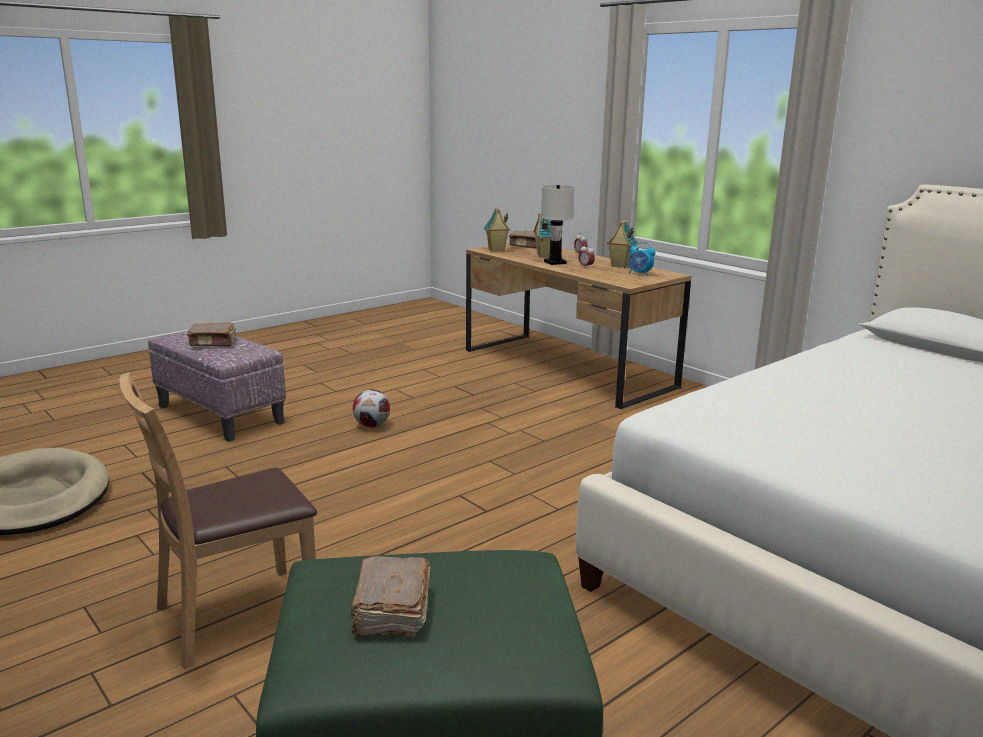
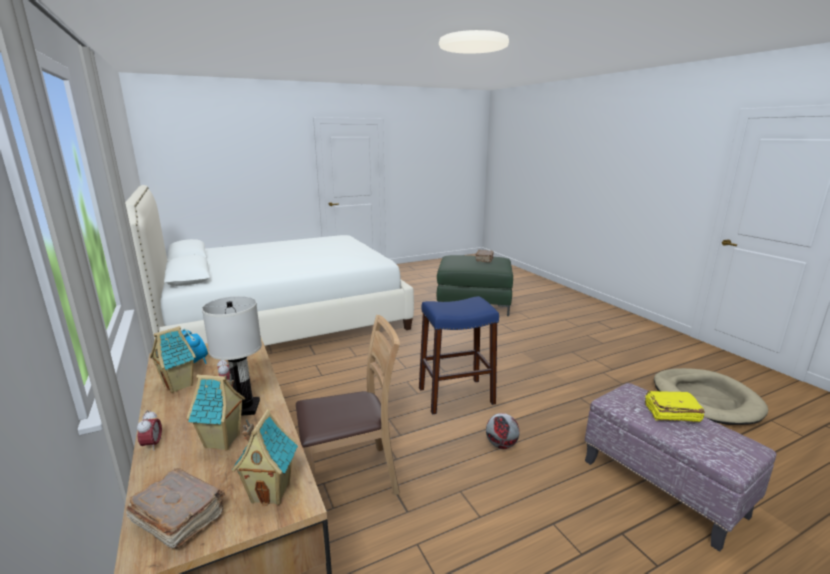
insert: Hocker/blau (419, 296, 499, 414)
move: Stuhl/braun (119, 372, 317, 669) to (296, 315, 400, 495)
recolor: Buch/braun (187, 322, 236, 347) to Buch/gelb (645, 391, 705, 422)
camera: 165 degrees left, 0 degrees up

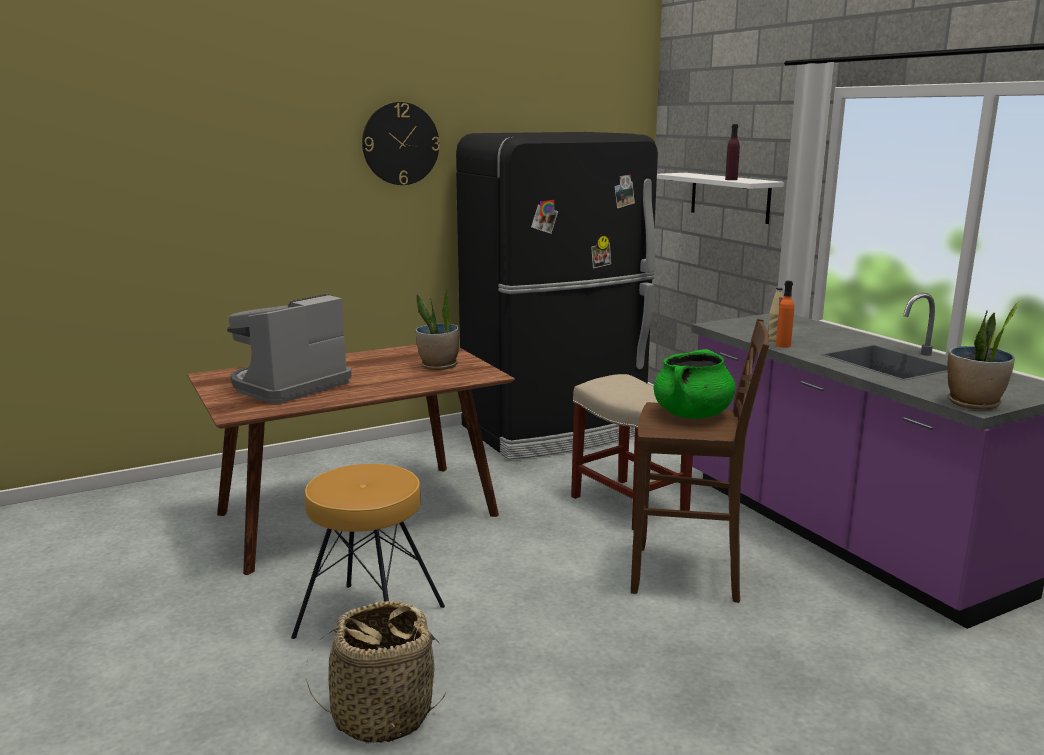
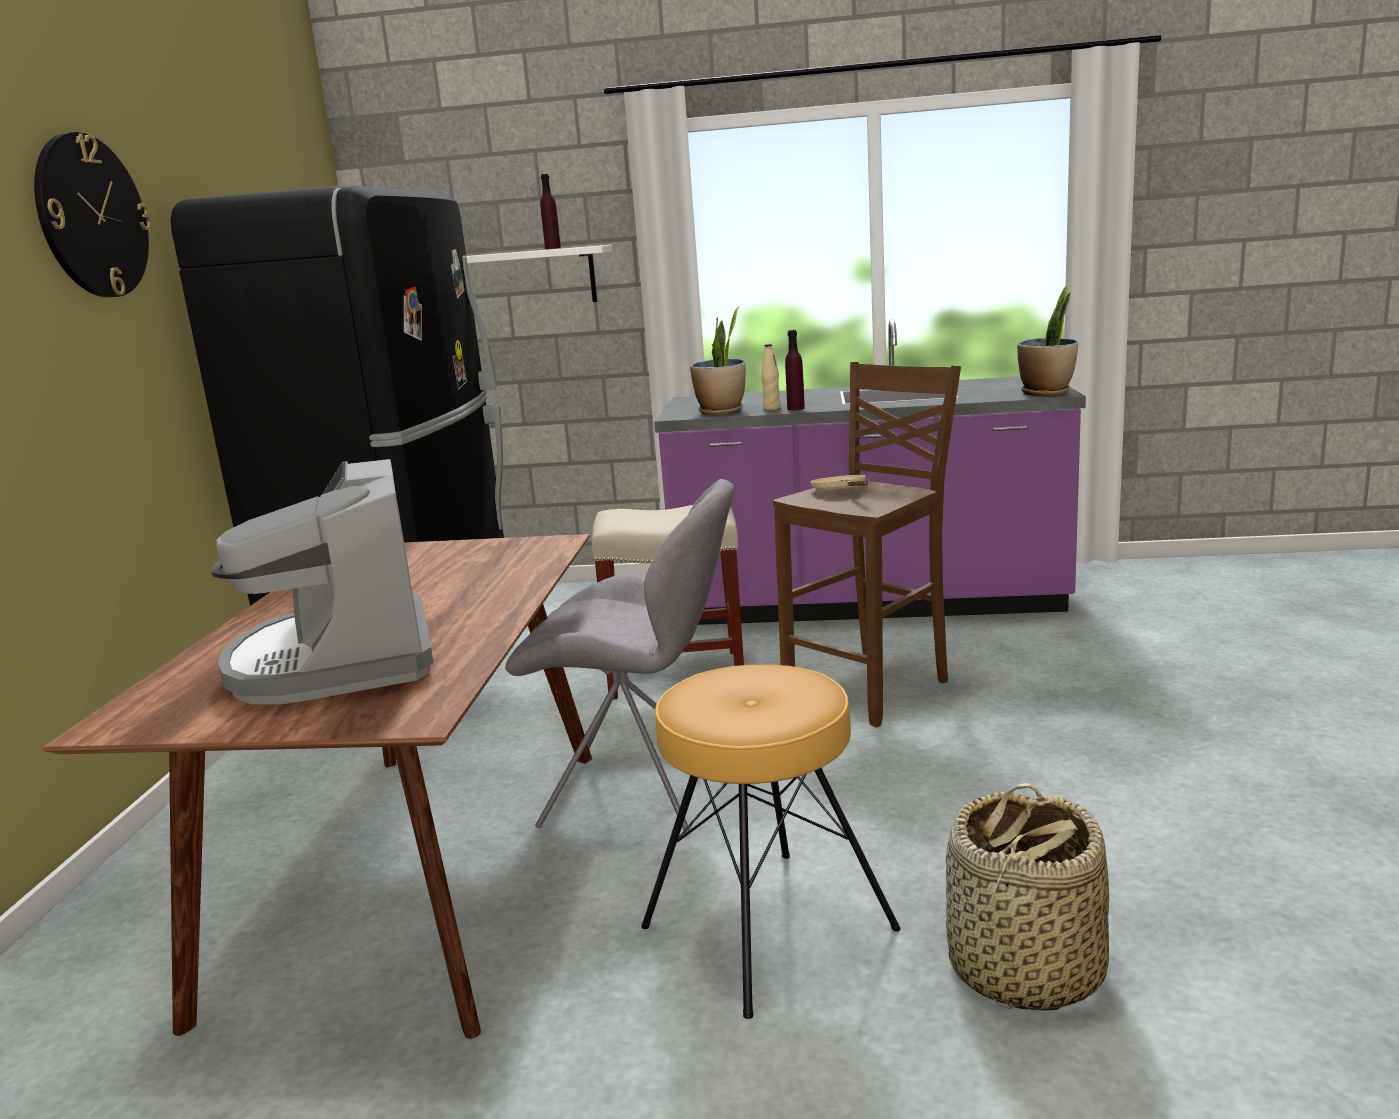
insert: Stuhl/grau (505, 479, 734, 835)
move: Topfpflanze (415, 291, 459, 370) to (690, 306, 746, 415)
replace: Kochtopf/grün (654, 349, 736, 419) to Pfanne/beige (810, 475, 868, 490)
recolor: Flasche/orange (776, 281, 794, 348) to Flasche/lila (785, 330, 805, 410)
camera: 55 degrees left, 0 degrees up

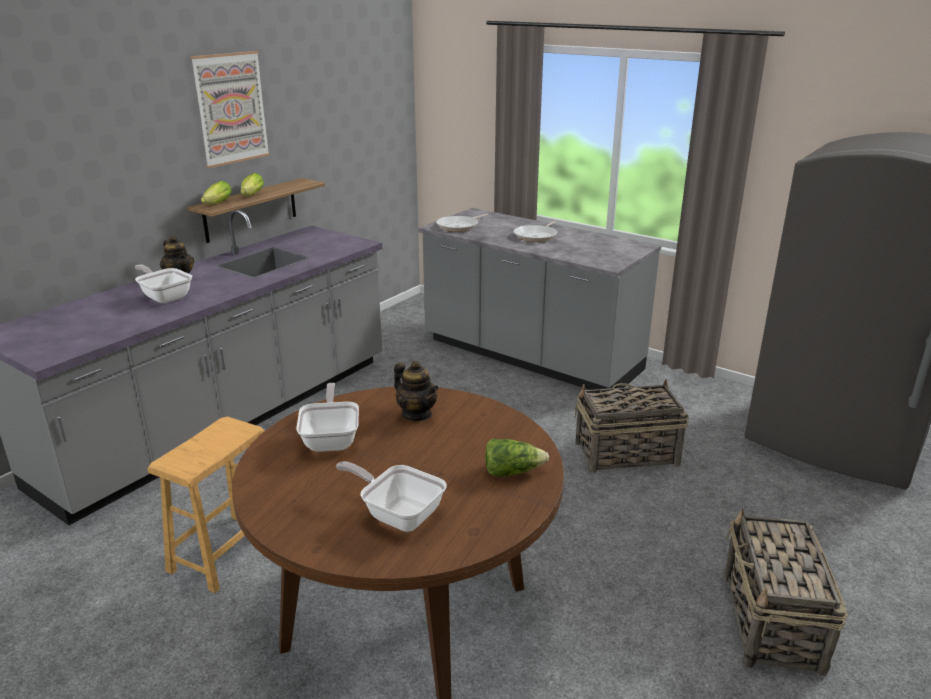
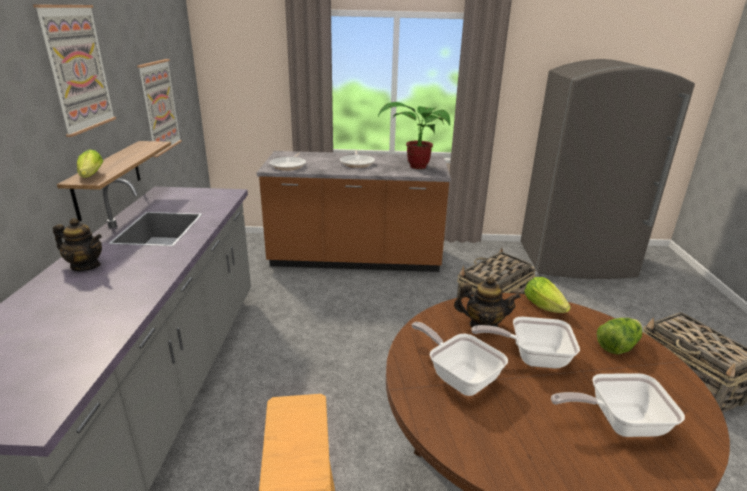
insert: Bild (137, 59, 182, 157); Topfpflanze (378, 102, 450, 169)
move: Pfanne (135, 265, 192, 304) to (472, 317, 580, 369); Salatkopf (241, 173, 264, 196) to (525, 277, 571, 313)
recolor: Küchenzeile/grau (418, 208, 662, 390) to Küchenzeile/braun (257, 151, 451, 272)
camera: 35 degrees left, 0 degrees up

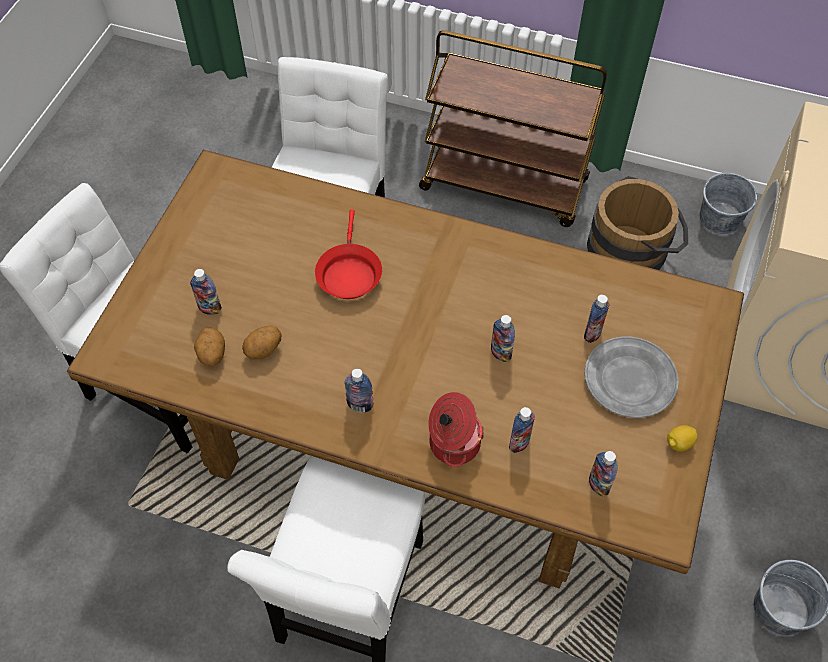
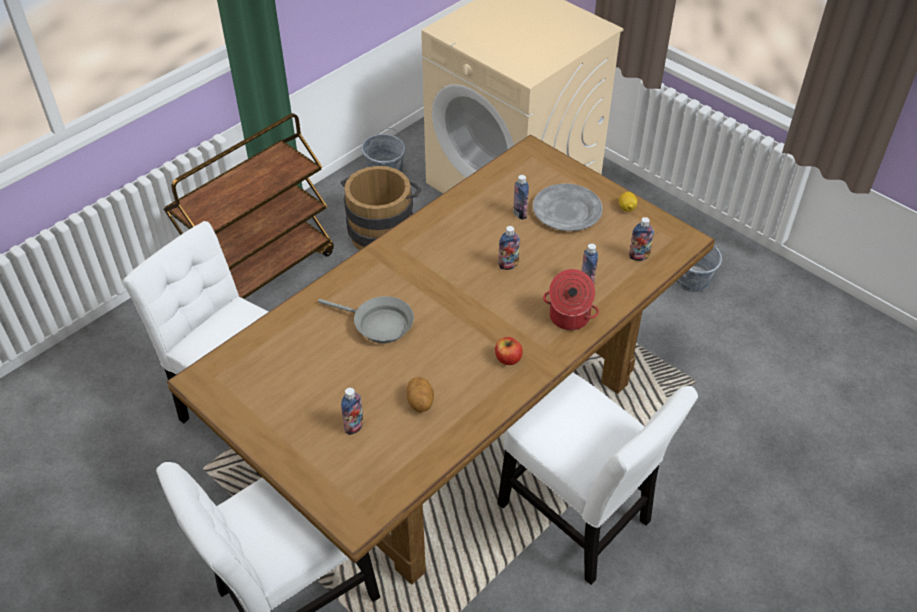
delete: Kartoffel (194, 327, 225, 366)
replace: Flasche (344, 369, 374, 412) to Apfel (495, 337, 522, 365)
recolor: Pfanne/rot (315, 209, 382, 299) to Pfanne/grau (318, 296, 414, 343)
camera: 65 degrees left, 10 degrees down

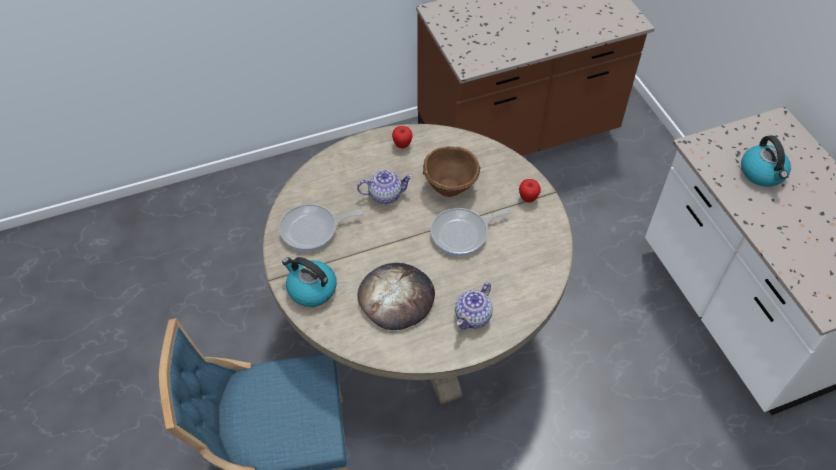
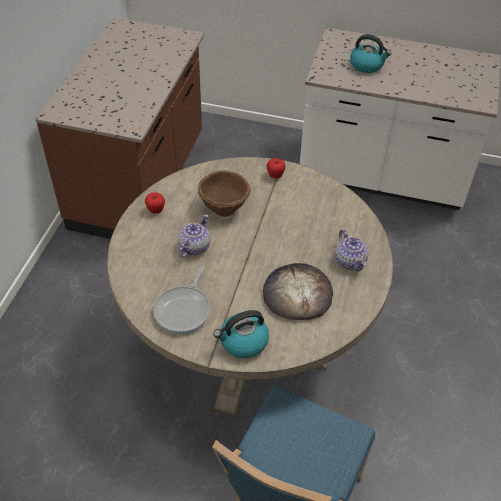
delete: Pfanne (430, 208, 511, 256)
camera: 55 degrees left, 5 degrees down

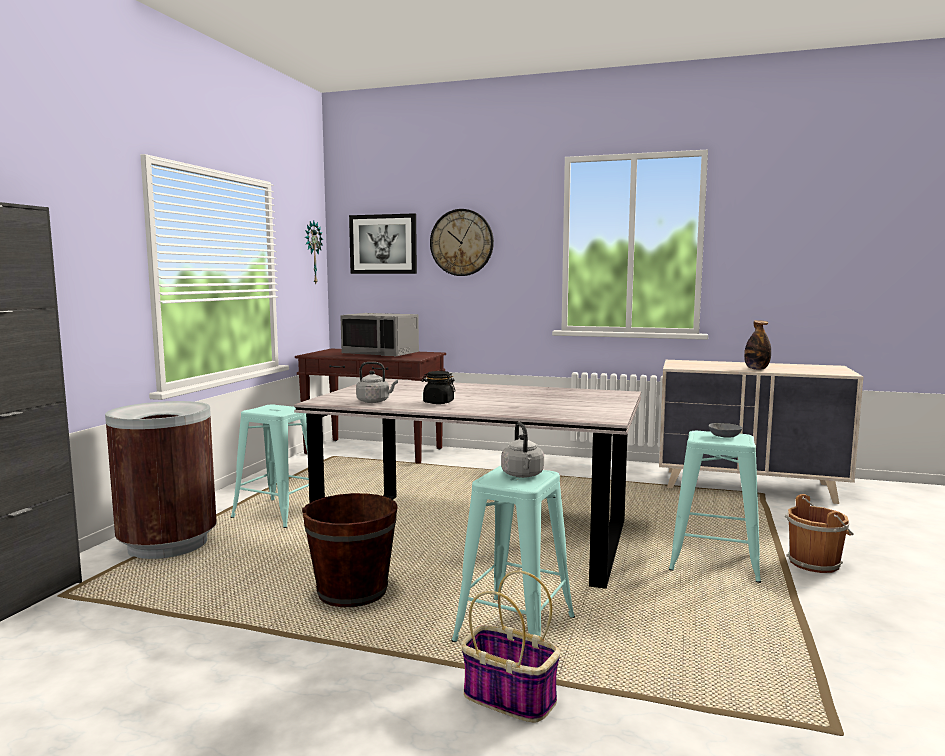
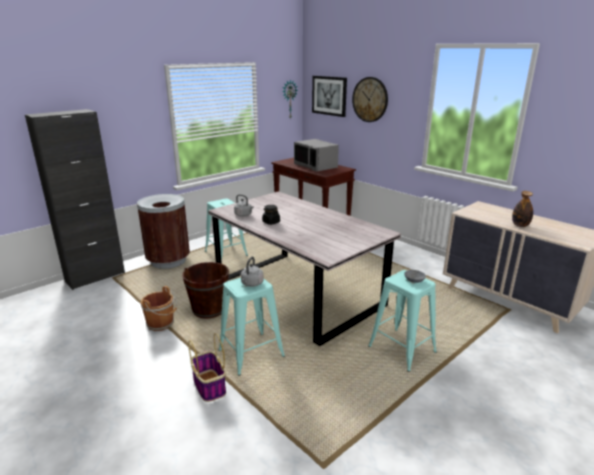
move: Eimer/braun (785, 494, 854, 573) to (141, 286, 177, 331)
camera: 30 degrees right, 15 degrees up

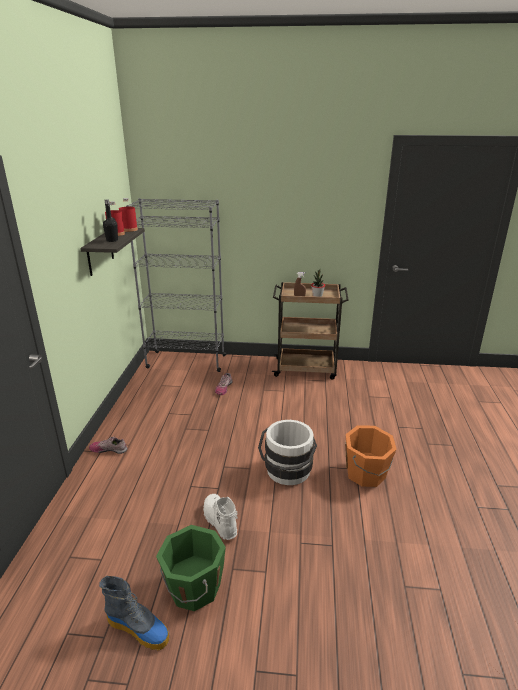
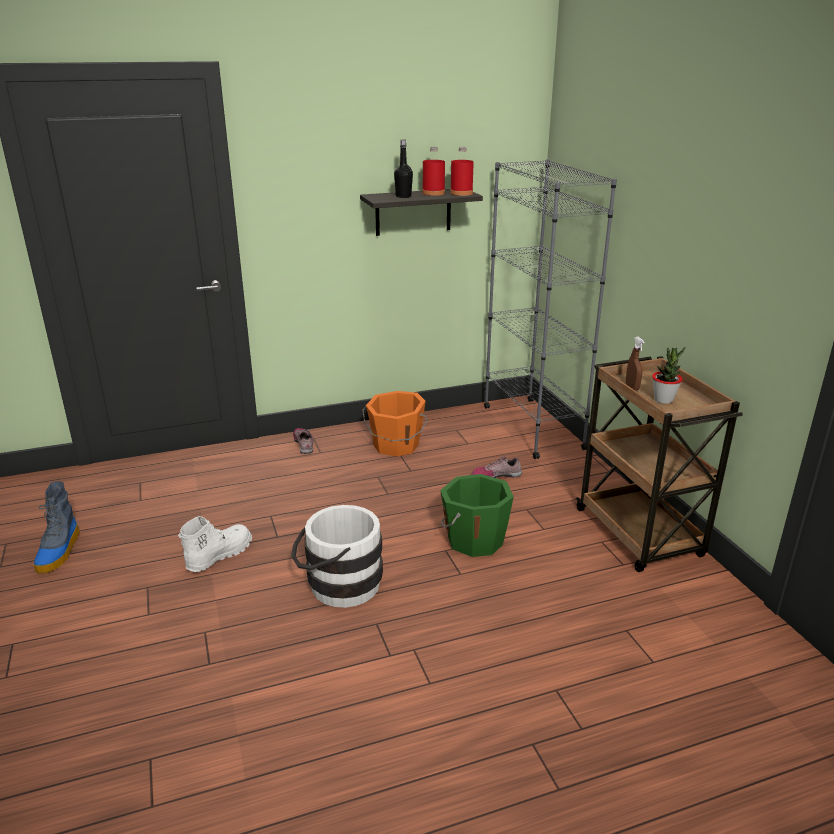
move: Eimer/grün (156, 525, 226, 611) to (440, 474, 514, 557); Eimer/orange (345, 425, 397, 487) to (362, 391, 428, 457)
camera: 65 degrees right, 0 degrees up

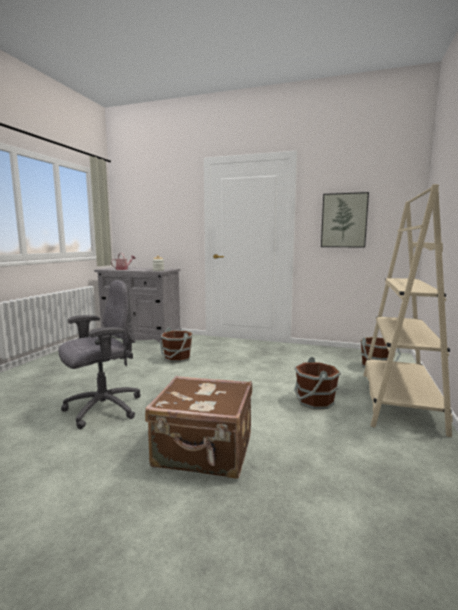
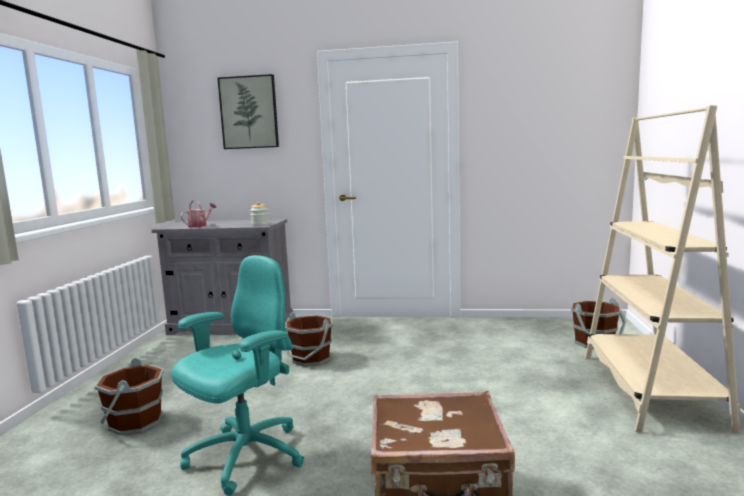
move: Eimer/braun (294, 356, 341, 409) to (94, 358, 164, 435); Bild (321, 192, 369, 247) to (218, 74, 279, 149)
recolor: Bürostuhl/grau (58, 280, 140, 429) to Bürostuhl/türkis (171, 255, 304, 495)
camera: 10 degrees left, 0 degrees up

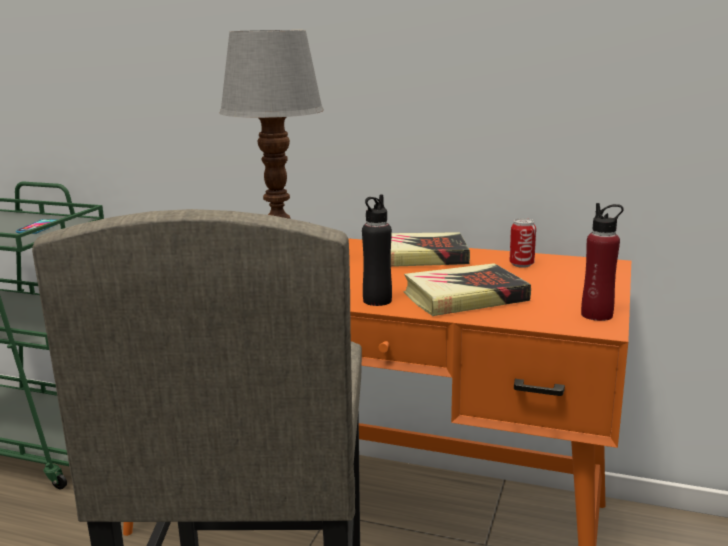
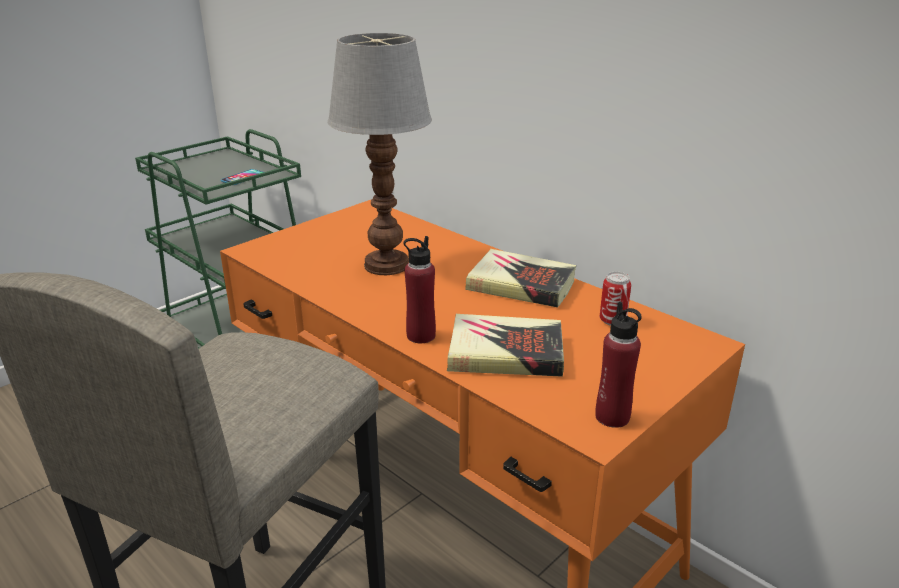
recolor: Flasche/schwarz (362, 194, 392, 306) to Flasche/rot (403, 236, 436, 343)
camera: 25 degrees right, 10 degrees up

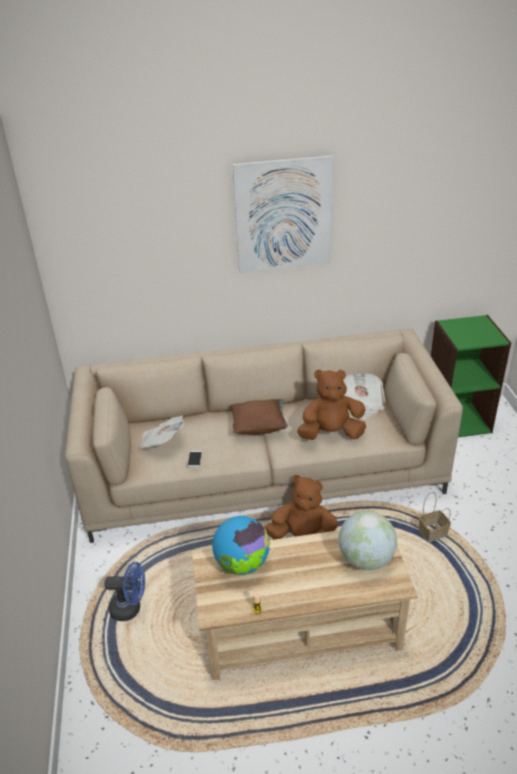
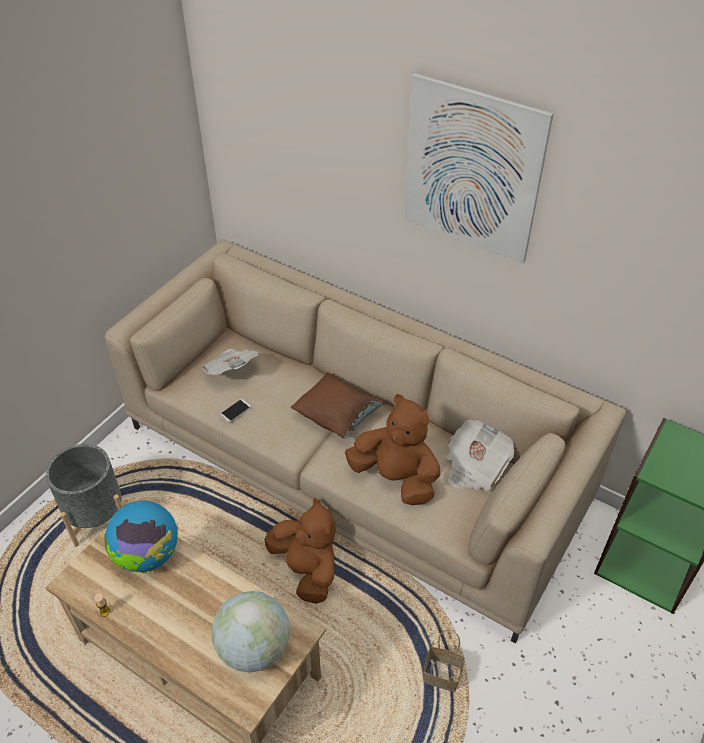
replace: Ventilator/blau (105, 562, 145, 621) to Pflanzkübel/grau (46, 444, 122, 547)
camera: 40 degrees right, 10 degrees up

